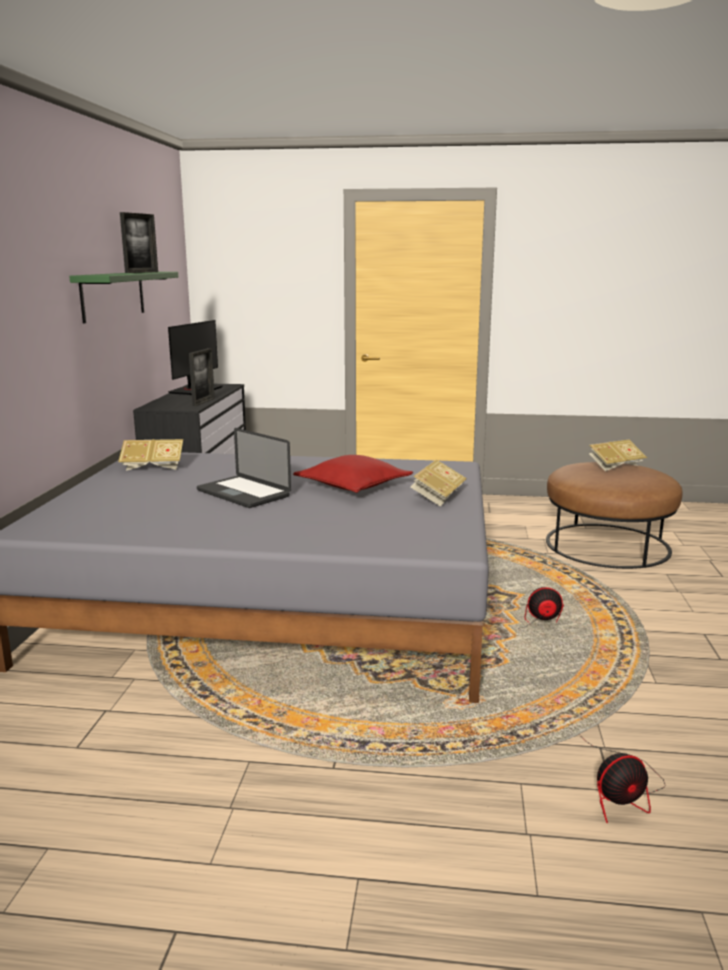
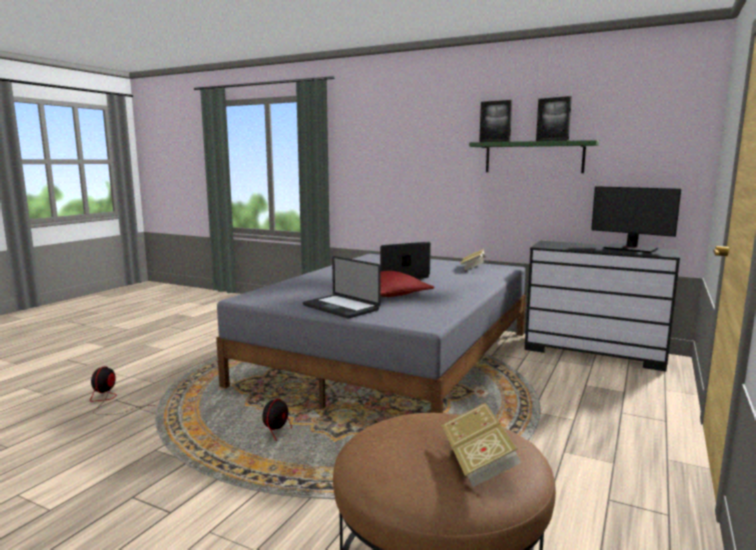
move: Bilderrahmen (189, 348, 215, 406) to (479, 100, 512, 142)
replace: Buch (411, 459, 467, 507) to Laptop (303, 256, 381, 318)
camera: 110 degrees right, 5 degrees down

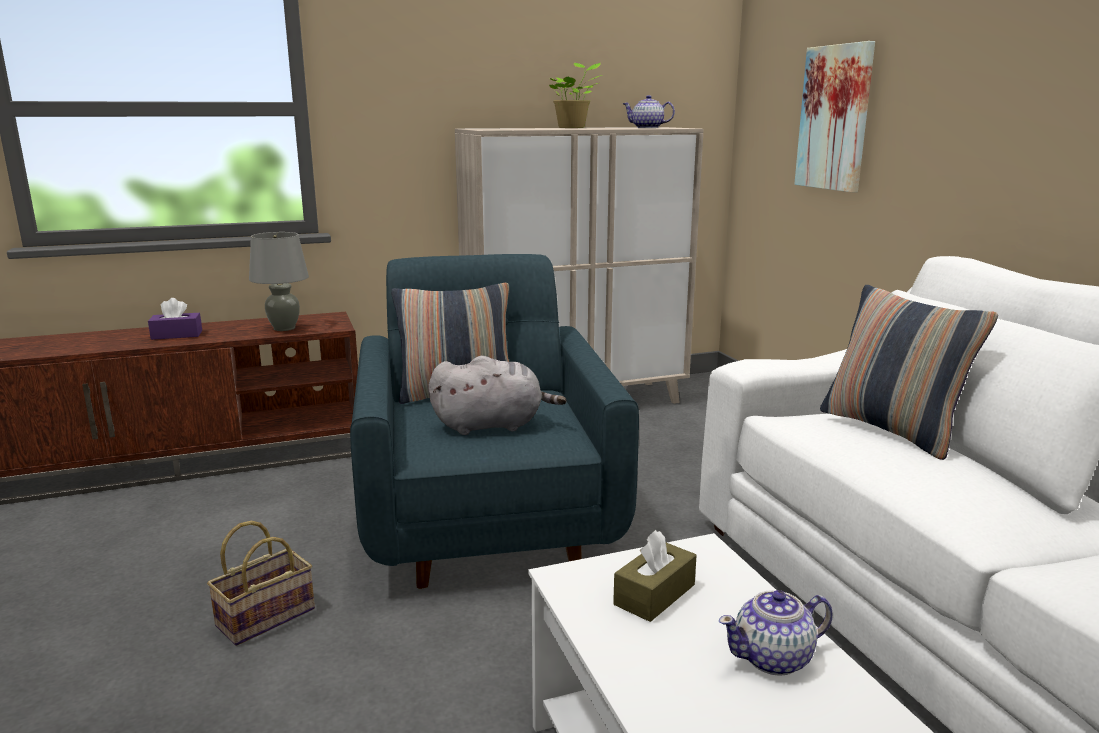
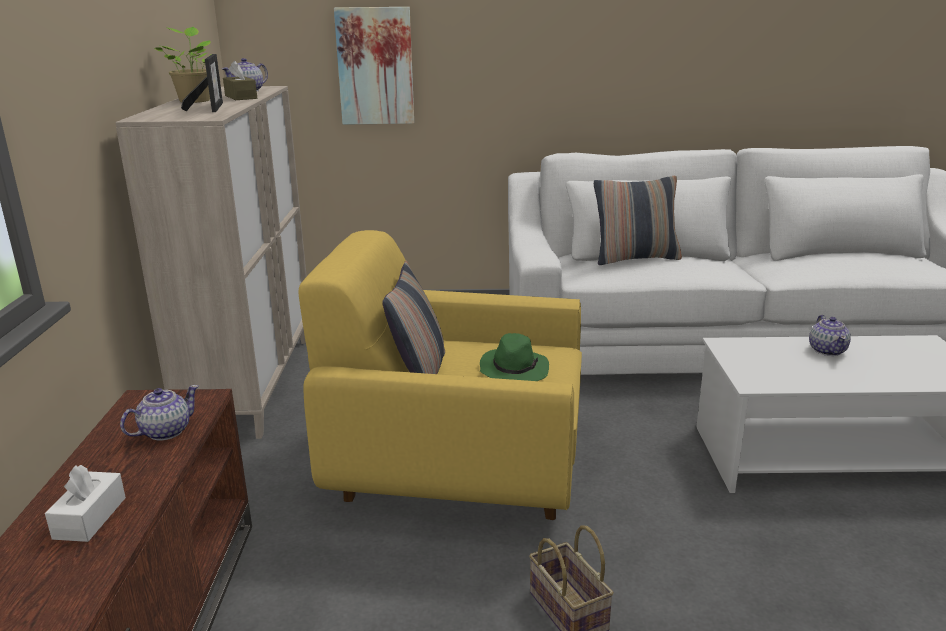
insert: Bilderrahmen (181, 54, 223, 112)
move: Taschentuchbox/braun (613, 530, 697, 622) to (223, 61, 257, 100)
replace: Tischlampe/grau (249, 232, 309, 331) to Teekanne (120, 385, 199, 440); Plüschtier/grau (428, 356, 567, 435) to Hut/grün (480, 333, 549, 381)
recolor: Taschentuchbox/lila (148, 298, 202, 340) to Taschentuchbox/weiß (45, 465, 126, 542); Sessel/blau (350, 254, 639, 589) to Sessel/gelb (298, 230, 582, 520)
camera: 70 degrees left, 5 degrees up

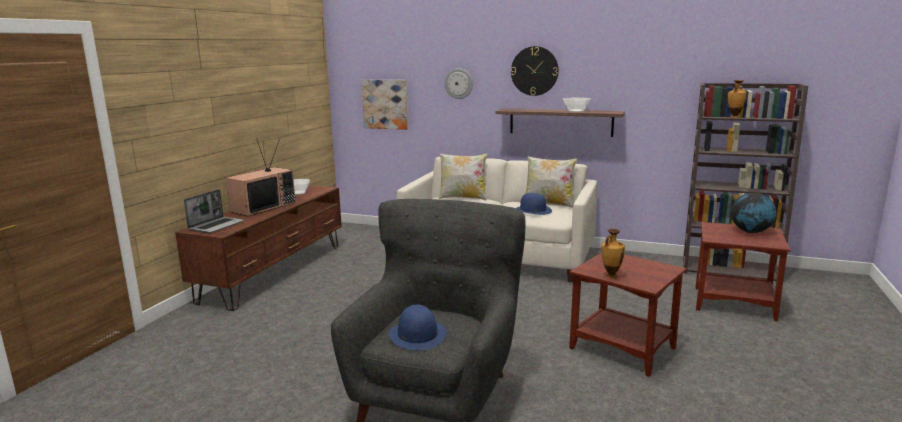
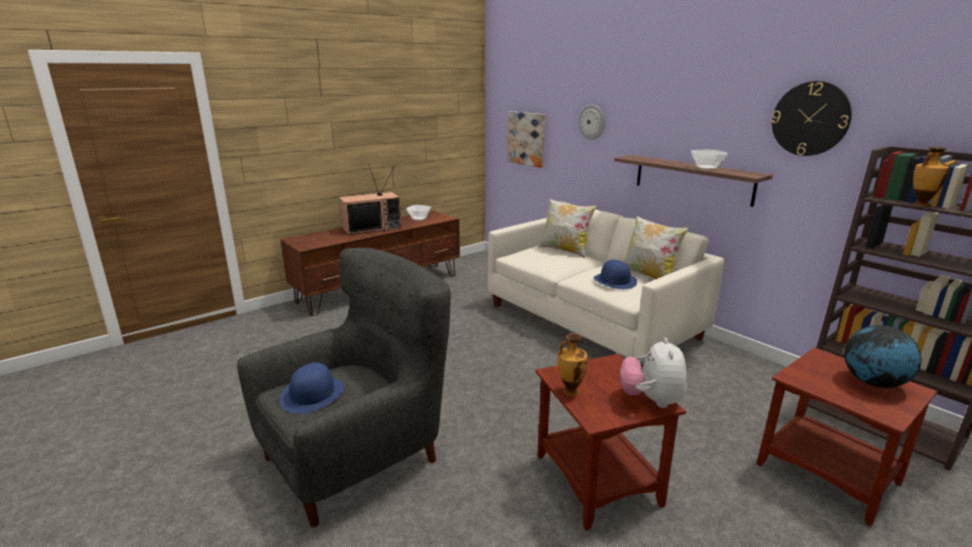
delete: Laptop (184, 189, 245, 233)
insert: Plüschtier (620, 338, 687, 408)
move: Wanduhr (511, 46, 559, 96) to (772, 81, 852, 156)
camera: 30 degrees right, 5 degrees up

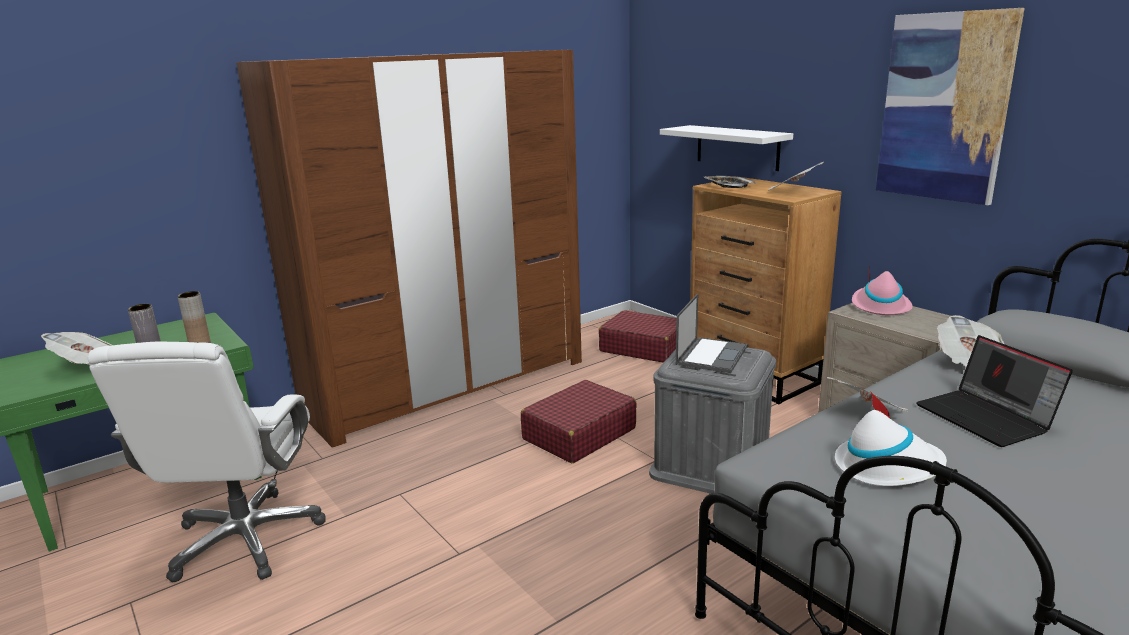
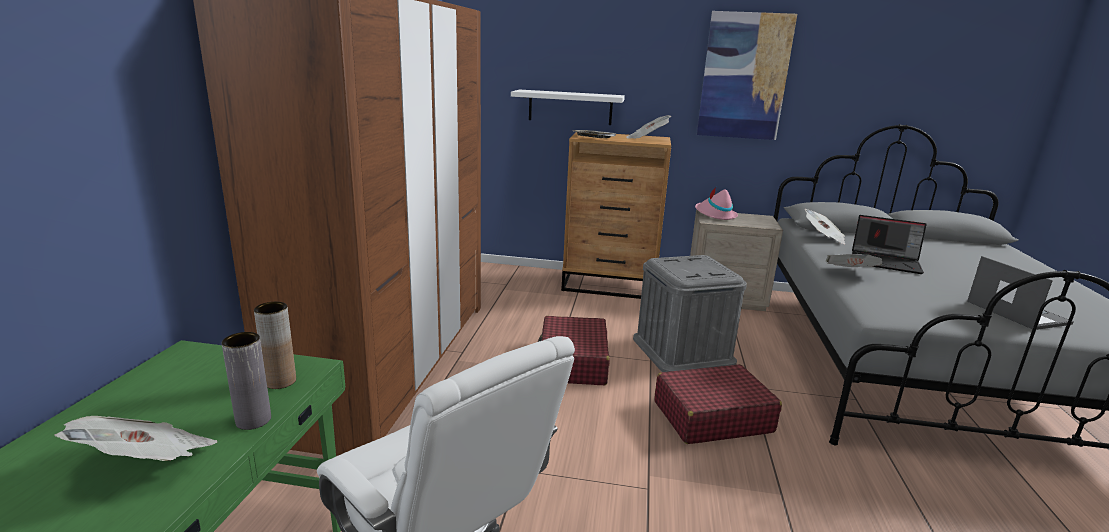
delete: Hut/weiß (835, 391, 947, 486)
move: Koffer/rot (599, 310, 677, 363) to (654, 364, 782, 444); Laptop (676, 294, 748, 373) to (967, 256, 1074, 330)
camera: 45 degrees left, 0 degrees up

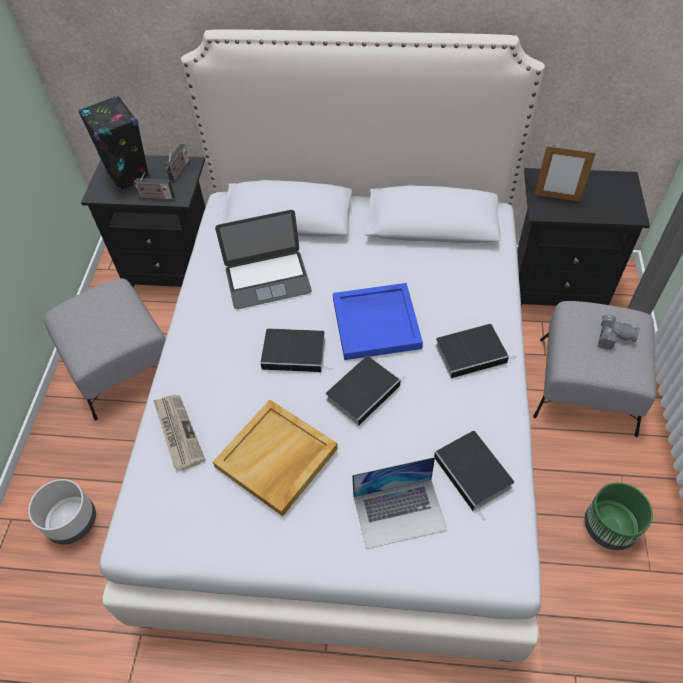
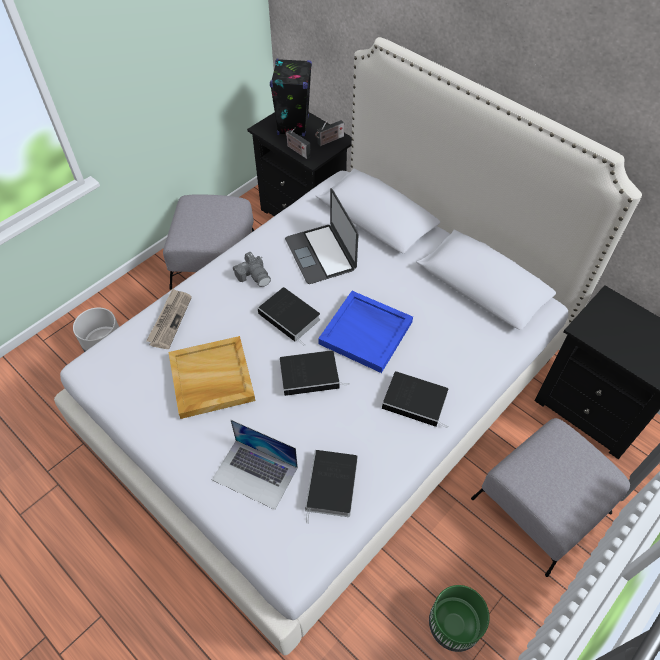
delete: Bilderrahmen (534, 146, 596, 202)
move: Kamera (598, 314, 640, 350) to (233, 252, 271, 287)
rotate: Laptop (215, 210, 312, 309) = (285, 188, 359, 284) 45 degrees clockwise
camera: 35 degrees right, 0 degrees up

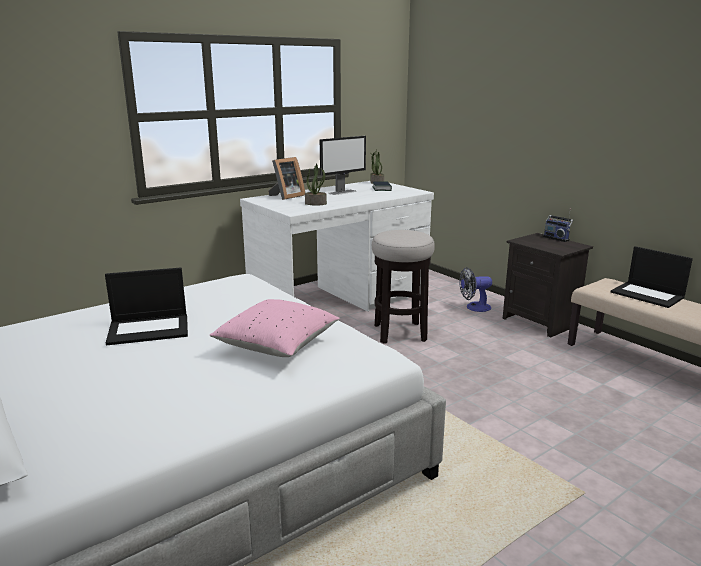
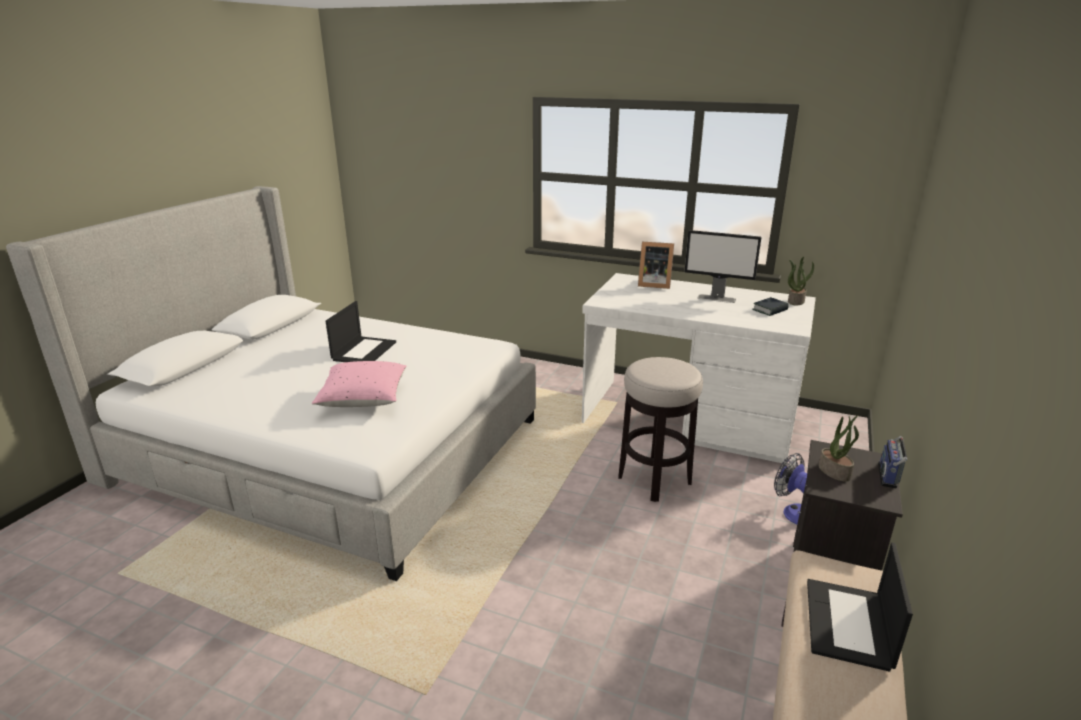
move: Topfpflanze (305, 164, 327, 205) to (818, 415, 859, 482)
rotate: Laptop (105, 267, 188, 345) = (326, 301, 396, 362) 120 degrees counterclockwise
camera: 60 degrees right, 5 degrees up

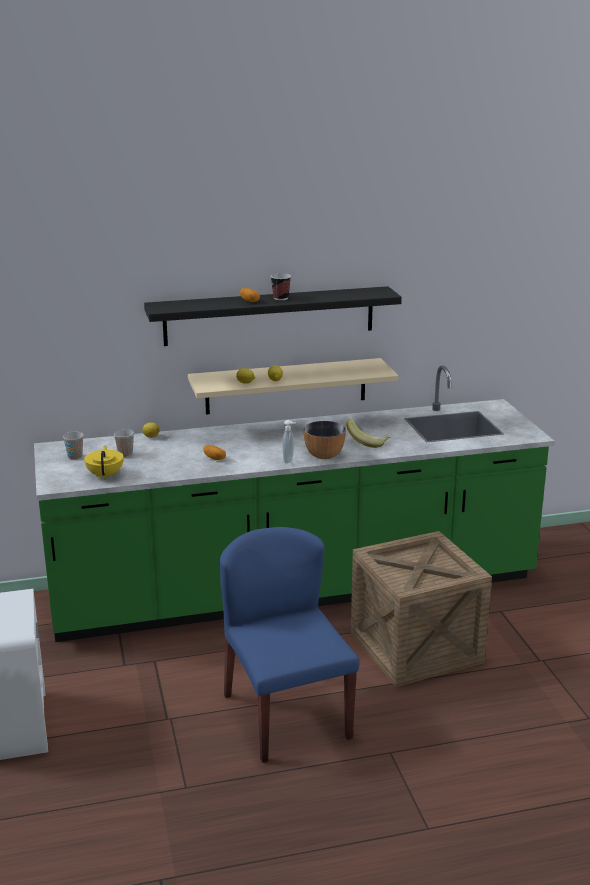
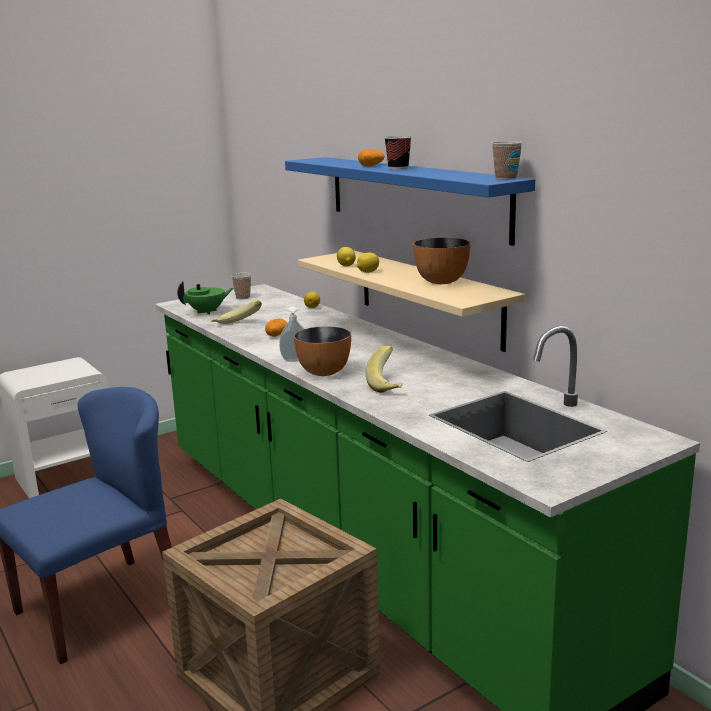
insert: Banane (211, 300, 262, 324); Schüssel (413, 238, 470, 284)
move: Tasse (114, 429, 134, 457) to (492, 141, 523, 180)
recolor: Teekanne/gelb (84, 445, 124, 480) to Teekanne/grün (177, 281, 234, 315); Wandregal/schwarz (144, 286, 402, 346) to Wandregal/blau (285, 157, 535, 246)
camera: 70 degrees right, 5 degrees down

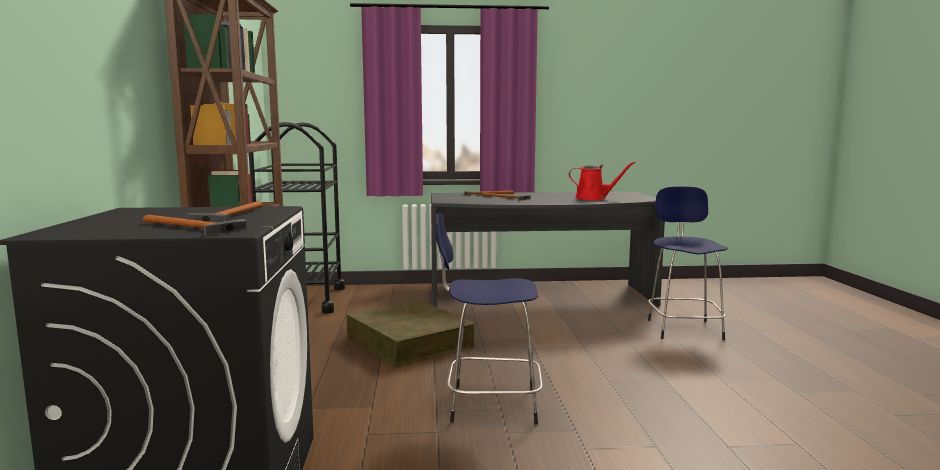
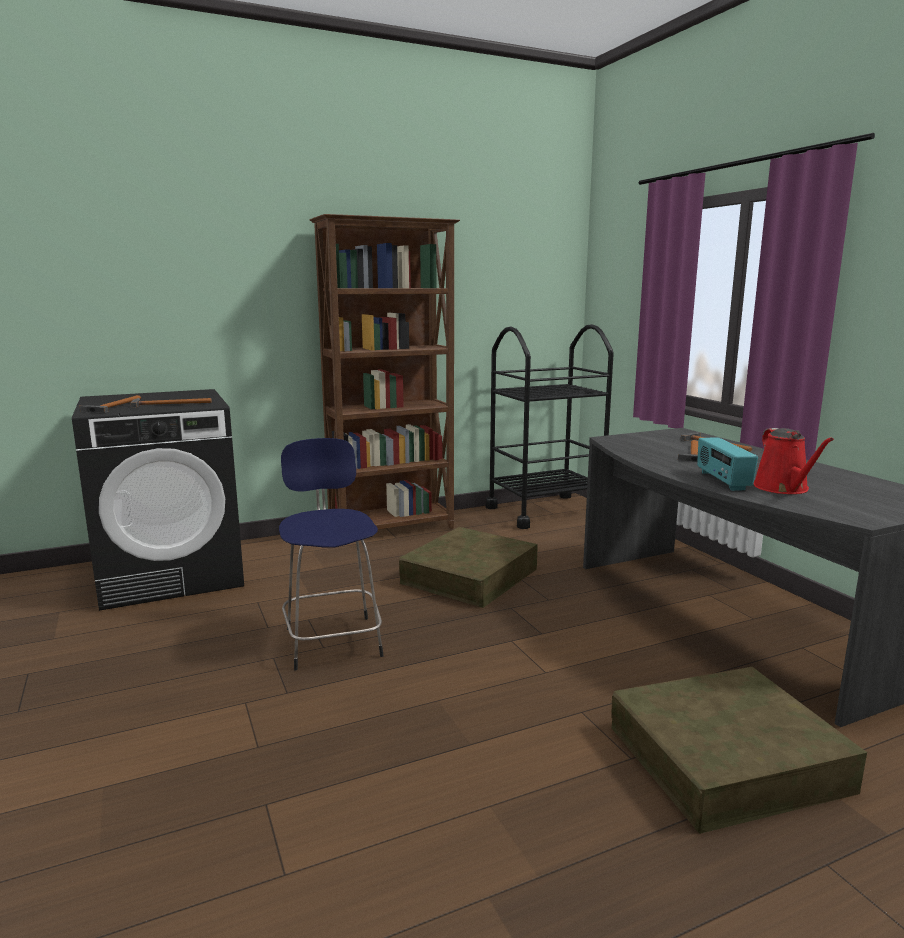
insert: Radio (697, 437, 758, 491)
replace: Hocker/blau (648, 186, 728, 340) to Aufbewahrungsbox/braun (611, 667, 867, 834)
camera: 70 degrees right, 5 degrees up

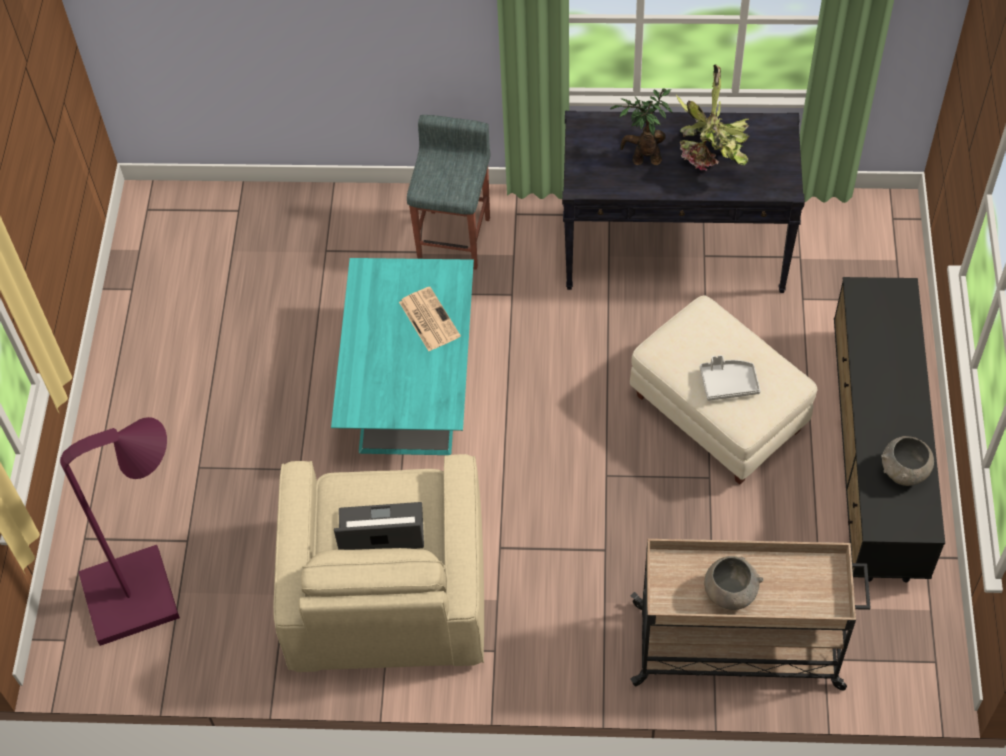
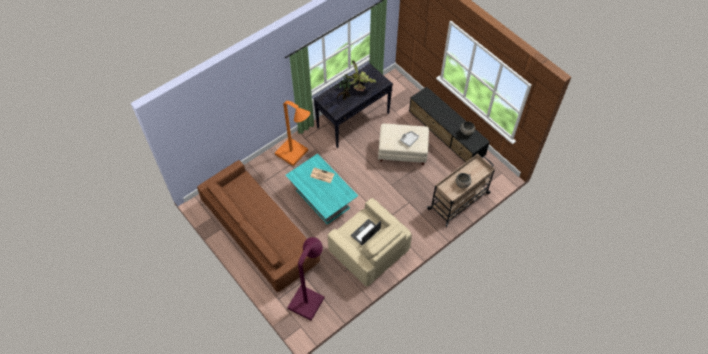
insert: Sofa/braun (197, 160, 320, 292)
replace: Hocker/grau (407, 115, 490, 270) to Stehlampe/orange (275, 101, 310, 166)
camera: 45 degrees left, 0 degrees up

